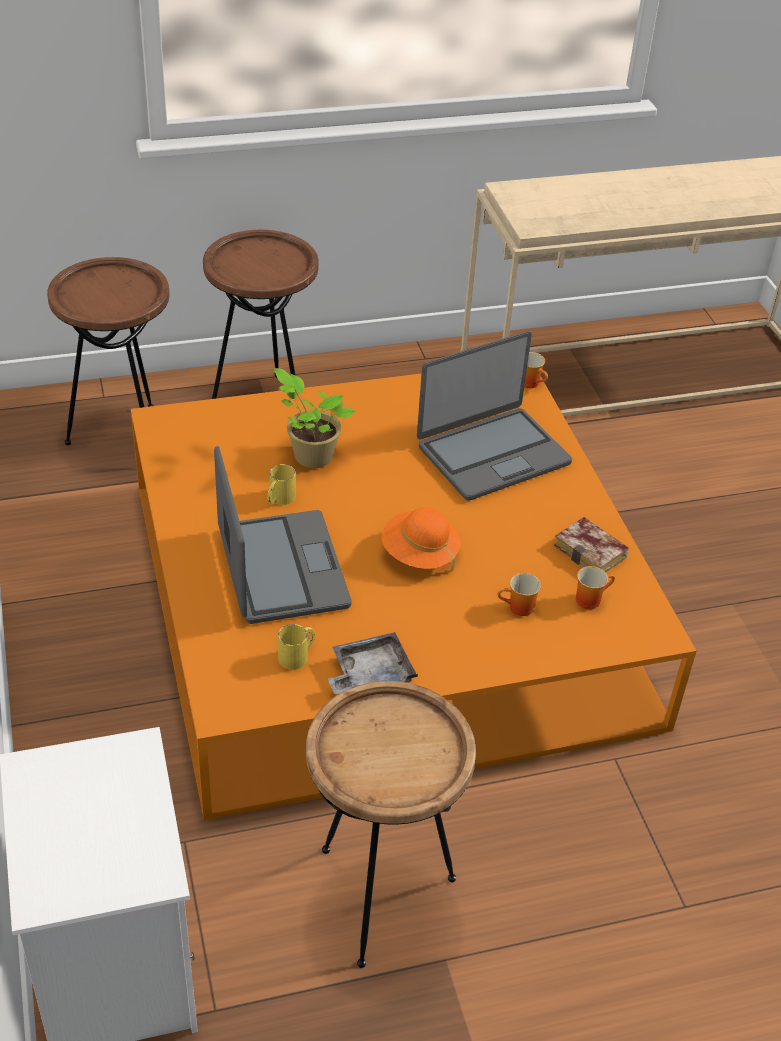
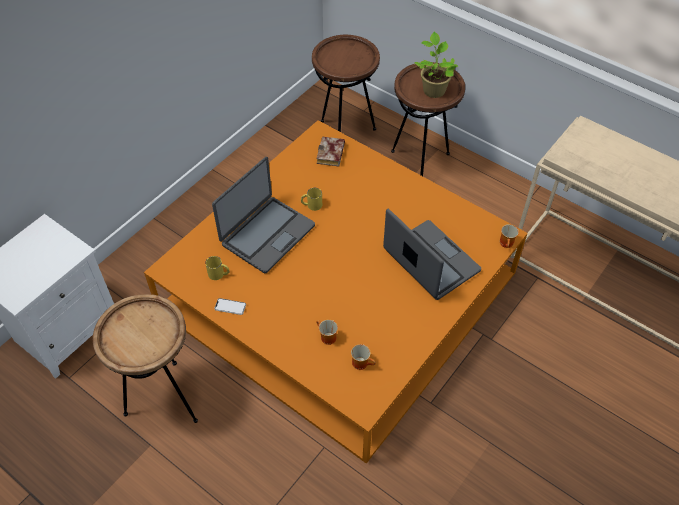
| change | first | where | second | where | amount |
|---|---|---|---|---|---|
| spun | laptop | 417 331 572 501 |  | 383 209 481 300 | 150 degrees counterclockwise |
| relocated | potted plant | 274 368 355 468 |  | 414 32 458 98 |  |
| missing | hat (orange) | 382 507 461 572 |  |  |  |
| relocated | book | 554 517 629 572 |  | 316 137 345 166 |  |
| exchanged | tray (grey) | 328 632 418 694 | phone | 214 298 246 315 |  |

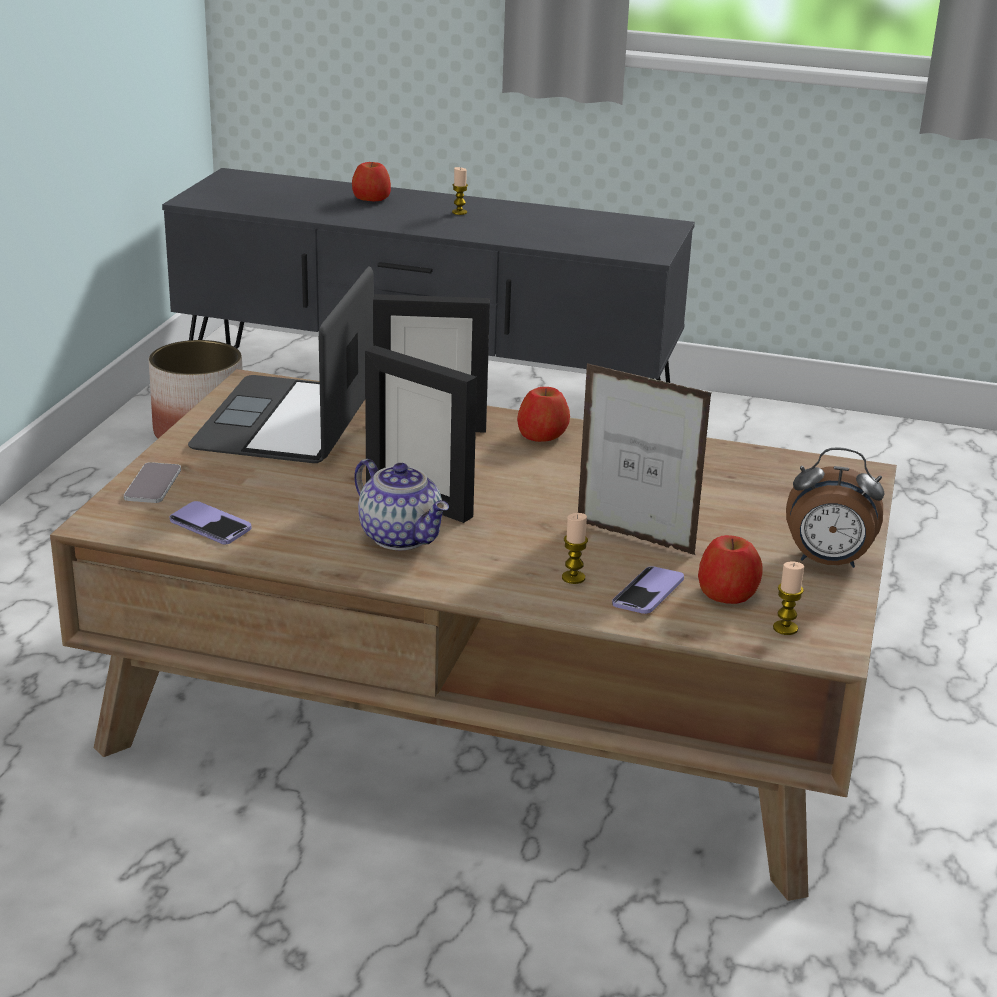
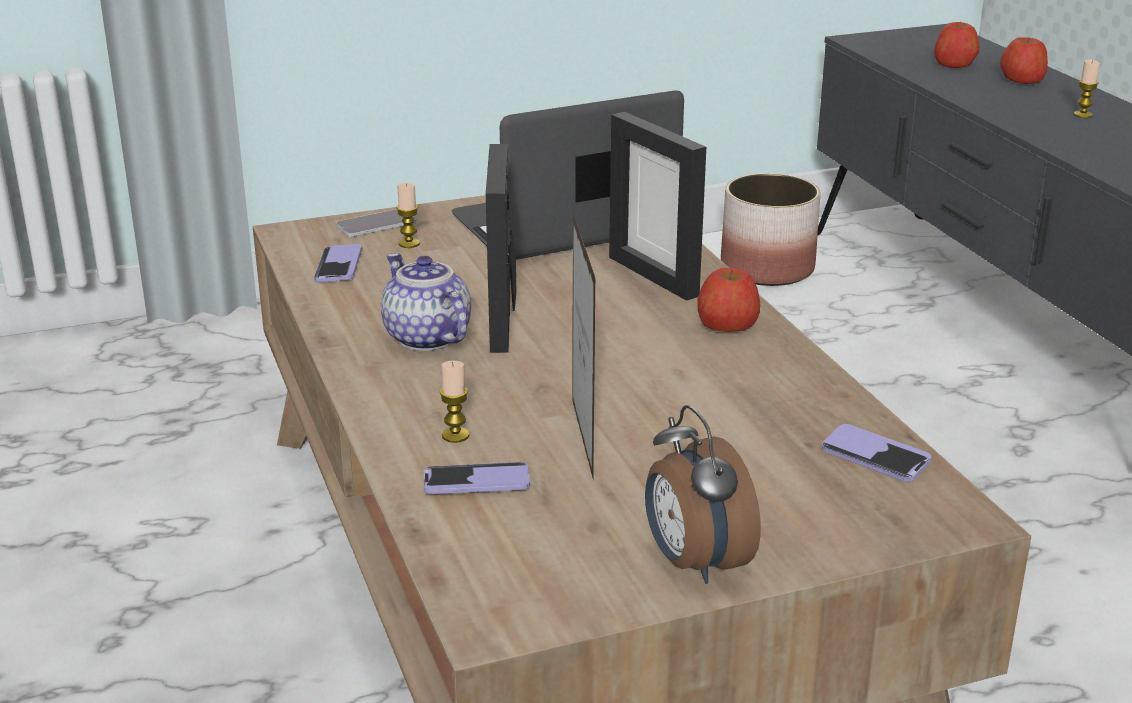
| change | first | where | second | where | amount |
|---|---|---|---|---|---|
| spun | teapot | 354 459 449 550 |  | 381 253 471 351 | 135 degrees clockwise |
| relocated | apple | 698 535 762 604 |  | 934 22 979 68 |  |
| relocated | candle | 773 562 804 635 |  | 396 183 420 248 |  |
| appeared |  |  | phone | 822 424 931 482 |  |

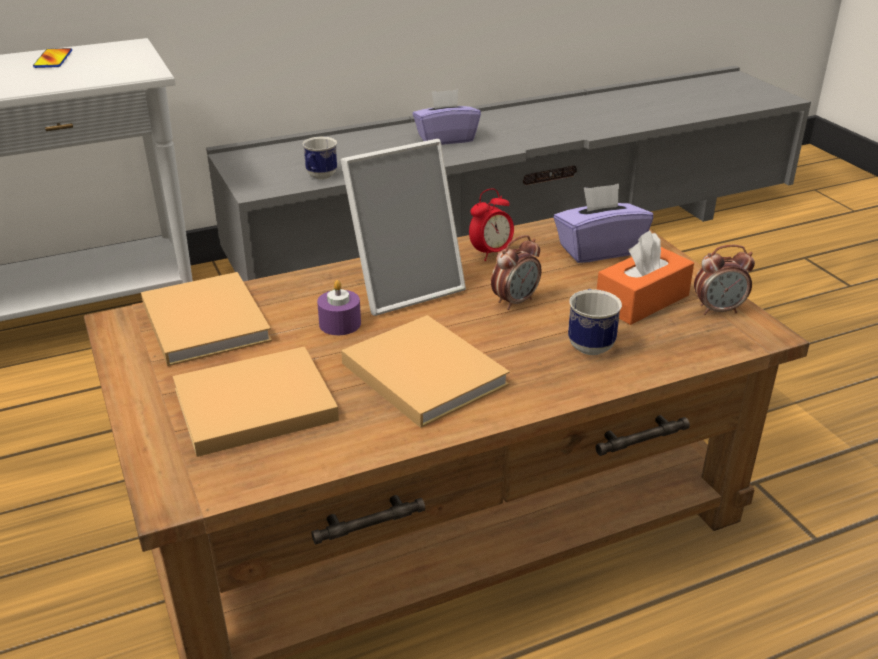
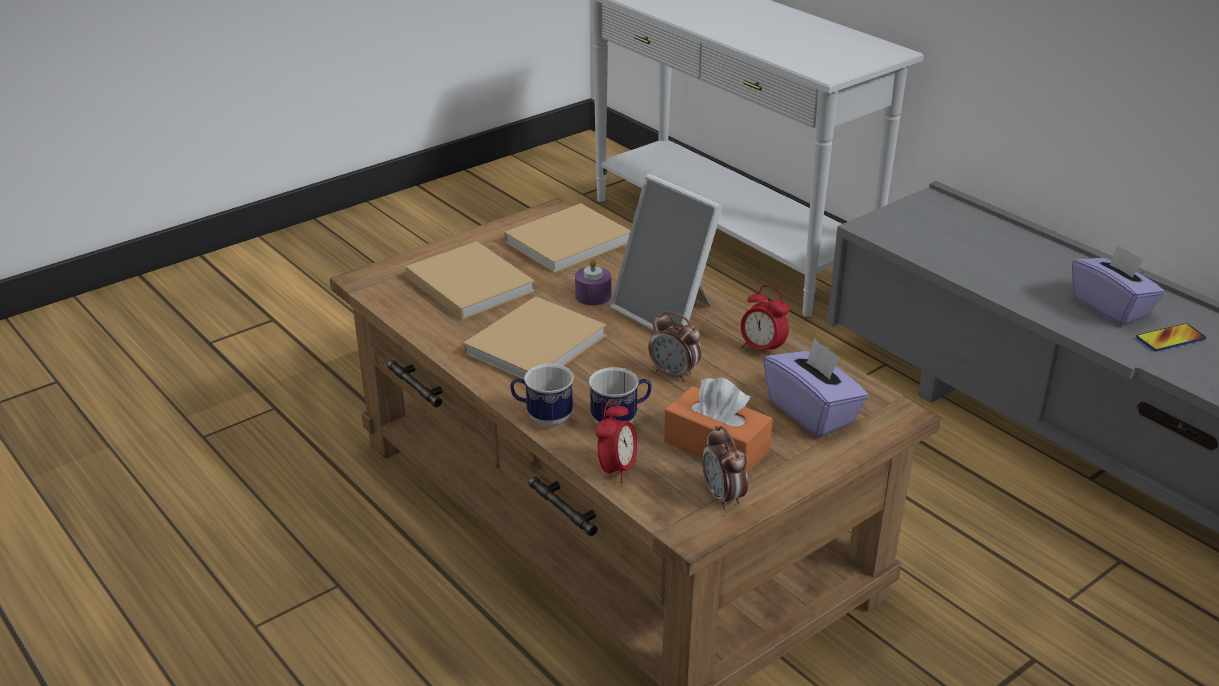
| change | first | where | second | where | amount |
|---|---|---|---|---|---|
| relocated | phone | 33 48 72 68 |  | 1136 323 1206 351 |  |
| relocated | mug | 303 137 337 179 |  | 510 364 574 427 |  |
| appeared |  |  | alarm clock | 595 400 637 483 |  |

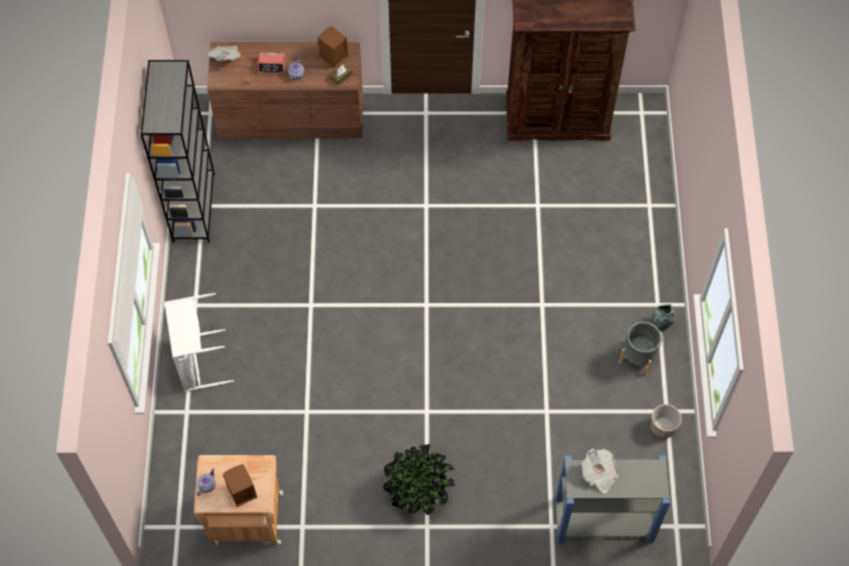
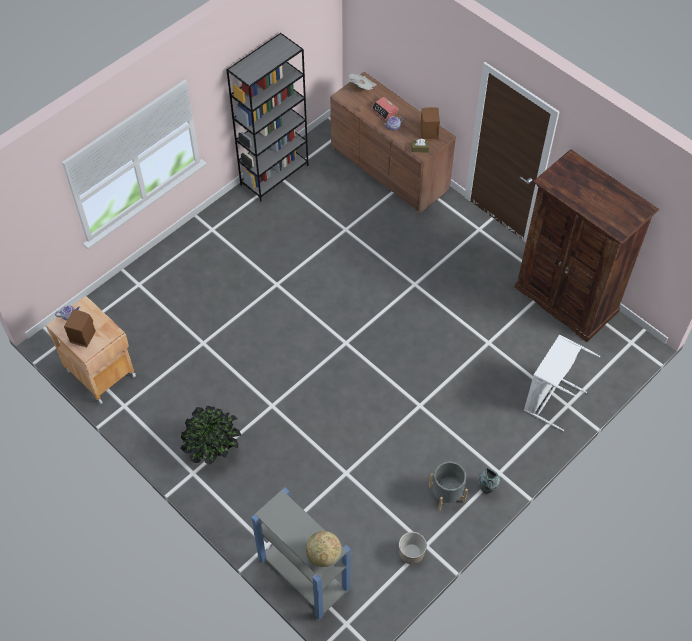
| change | first | where | second | where | amount |
|---|---|---|---|---|---|
| relocated | laundry basket (white) | 164 293 234 392 |  | 524 335 600 431 |  |
| missing | newspaper | 581 449 619 493 |  |  |  |
| appeared |  |  | globe | 306 531 341 567 |  |

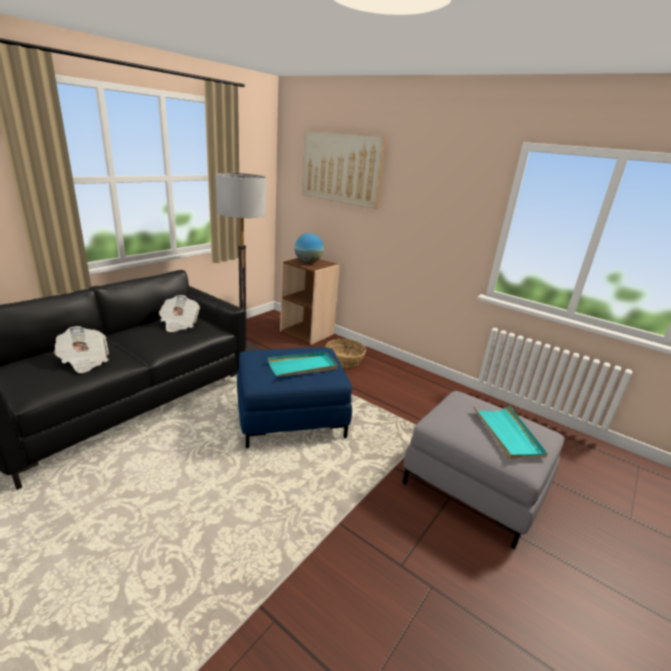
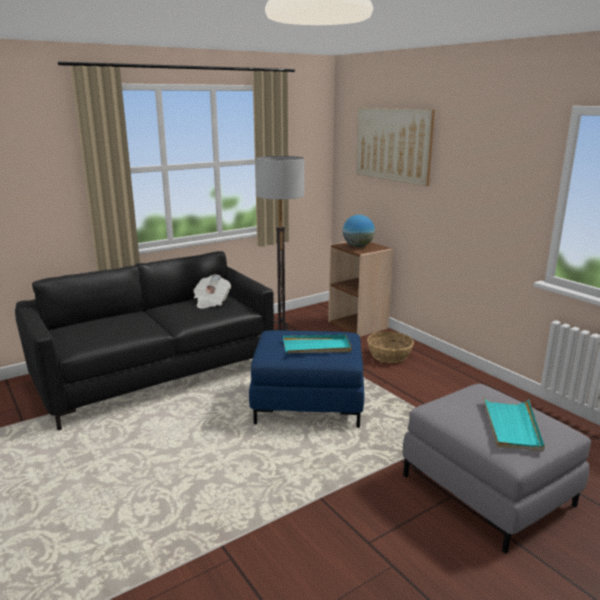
| change | first | where | second | where | amount |
|---|---|---|---|---|---|
| missing | newspaper | 54 326 109 373 |  |  |  |

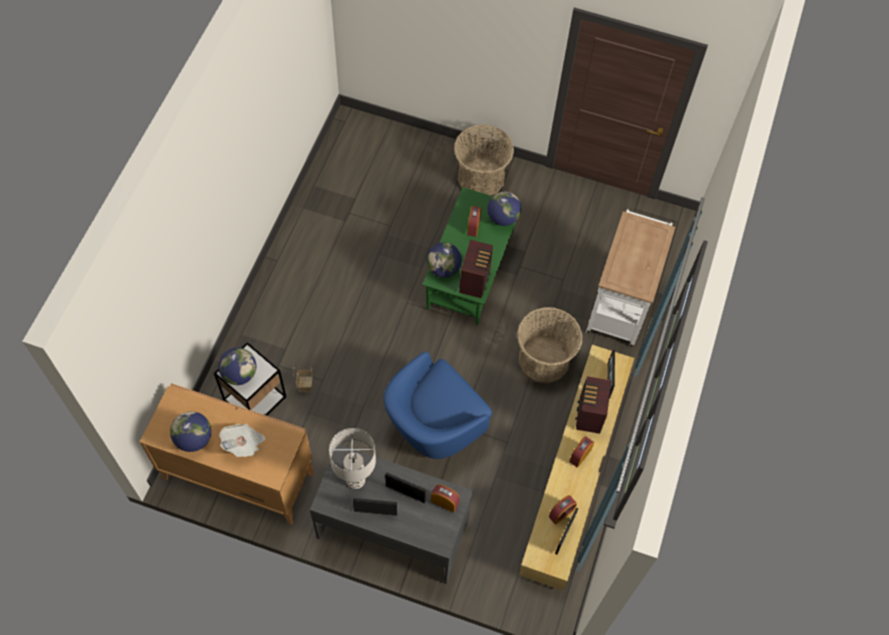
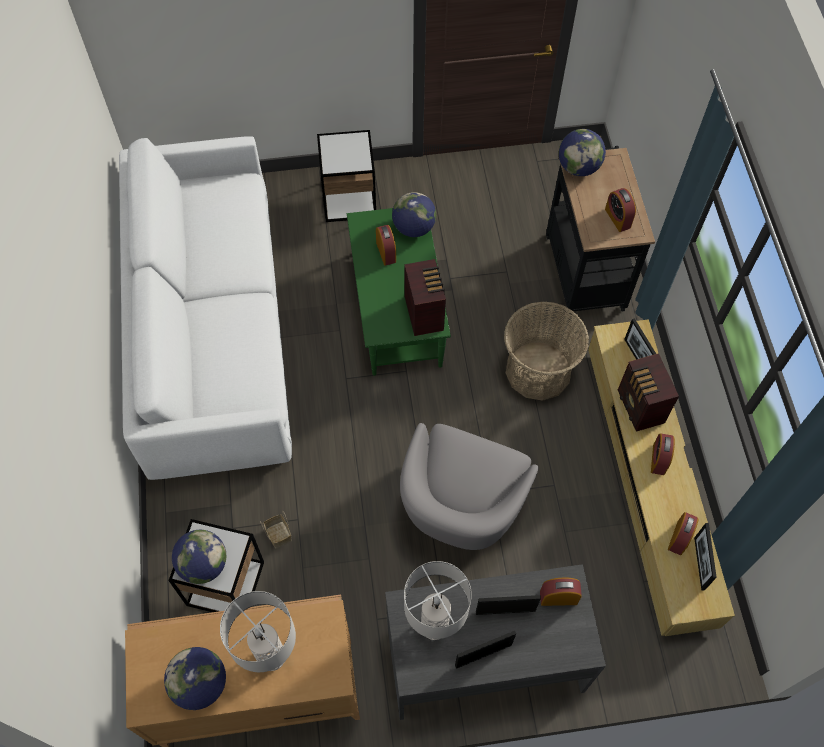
| change | first | where | second | where | amount |
|---|---|---|---|---|---|
| exchanged | basket | 454 124 514 196 | side table | 317 130 376 222 |  |
| colour | cart (white) | 586 209 675 347 | cart (black) | 546 146 655 318 |  |
| relocated | globe | 427 242 462 278 |  | 559 129 606 176 |  |
| colour | armchair (blue) | 383 351 492 459 | armchair (grey) | 400 423 539 550 |  |
| exchanged | newspaper | 219 423 266 457 | table lamp (white) | 220 591 296 672 |  |
| appeared |  |  | sofa (white) | 119 136 292 480 |  |
| appeared |  |  | alarm clock | 605 188 636 232 |  |

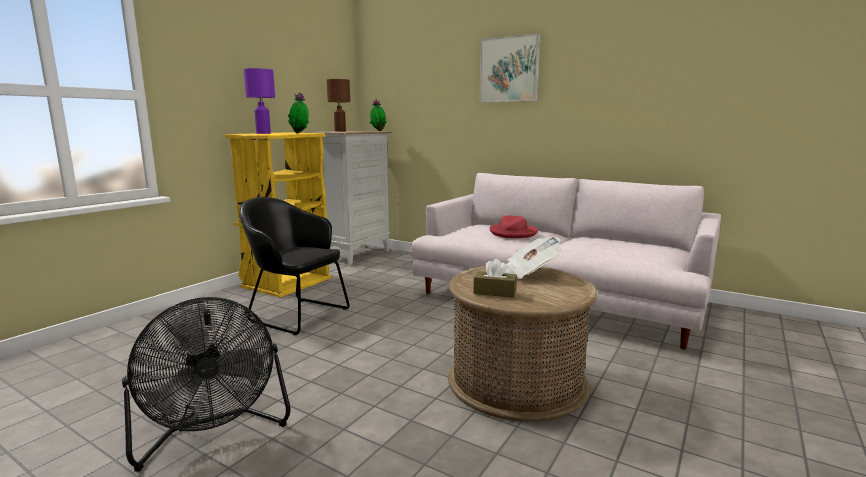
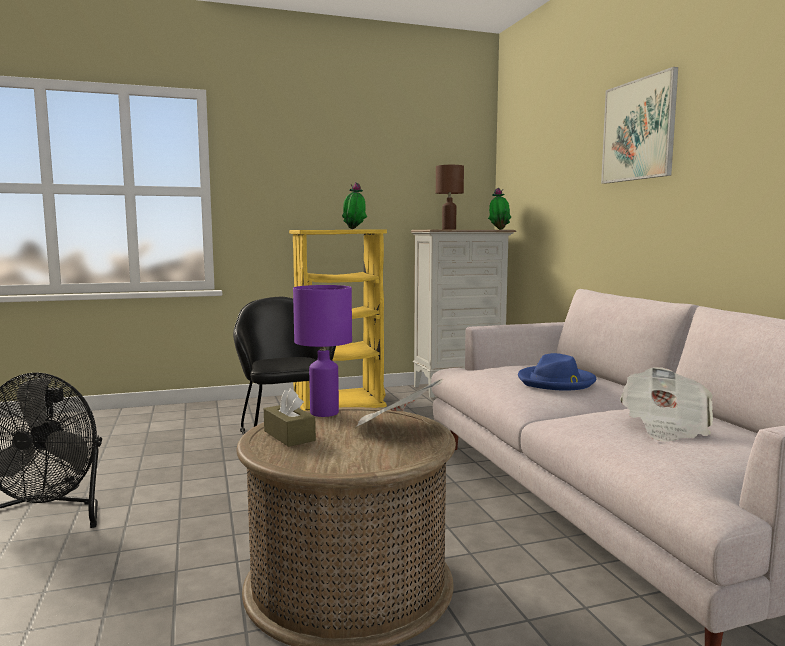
| change | first | where | second | where | amount |
|---|---|---|---|---|---|
| relocated | table lamp (purple) | 244 68 275 134 |  | 293 285 352 417 |  |
| colour | hat (red) | 490 216 538 238 | hat (blue) | 518 353 596 390 |  |
| appeared |  |  | newspaper | 620 367 713 442 |  |

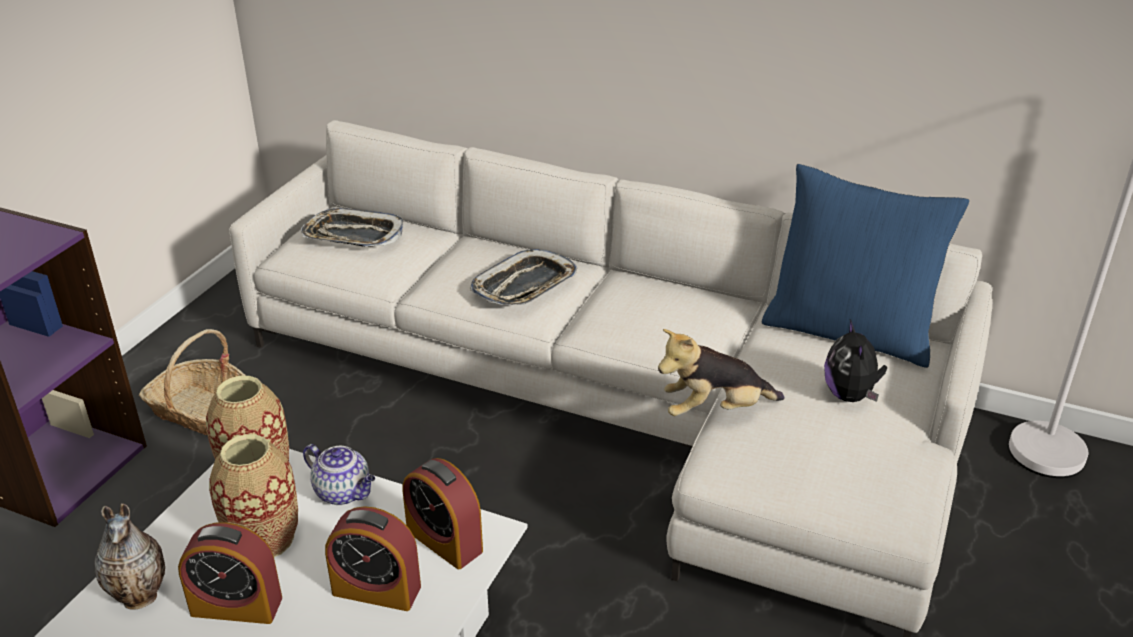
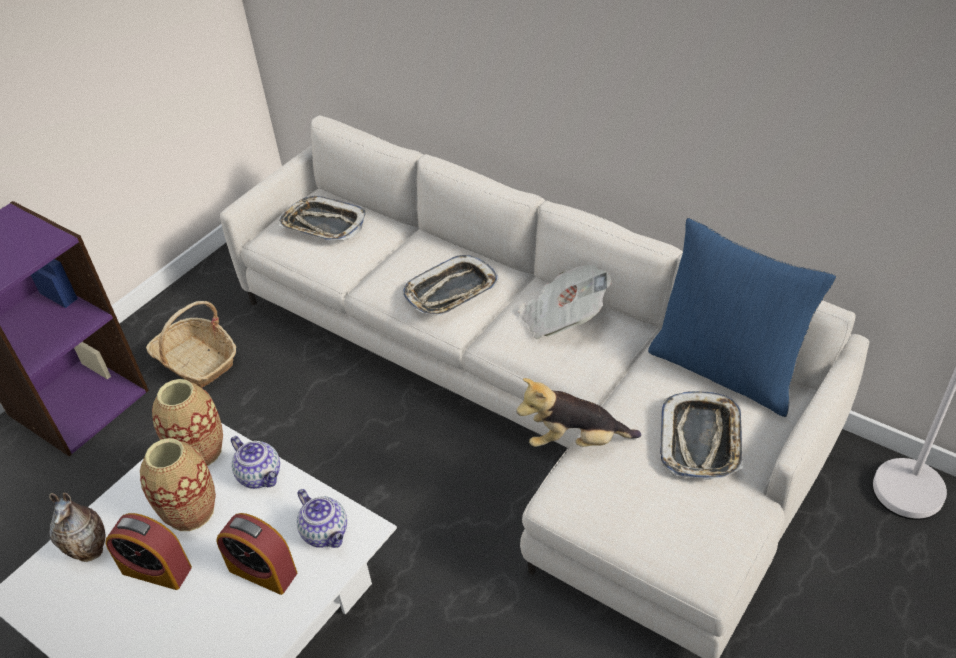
| change | first | where | second | where | amount |
|---|---|---|---|---|---|
| exchanged | plush toy | 824 319 887 402 | tray | 660 391 743 480 |  |
| exchanged | alarm clock | 403 458 483 569 | teapot | 297 489 347 548 |  |
| appeared |  |  | newspaper | 518 264 612 339 |  |

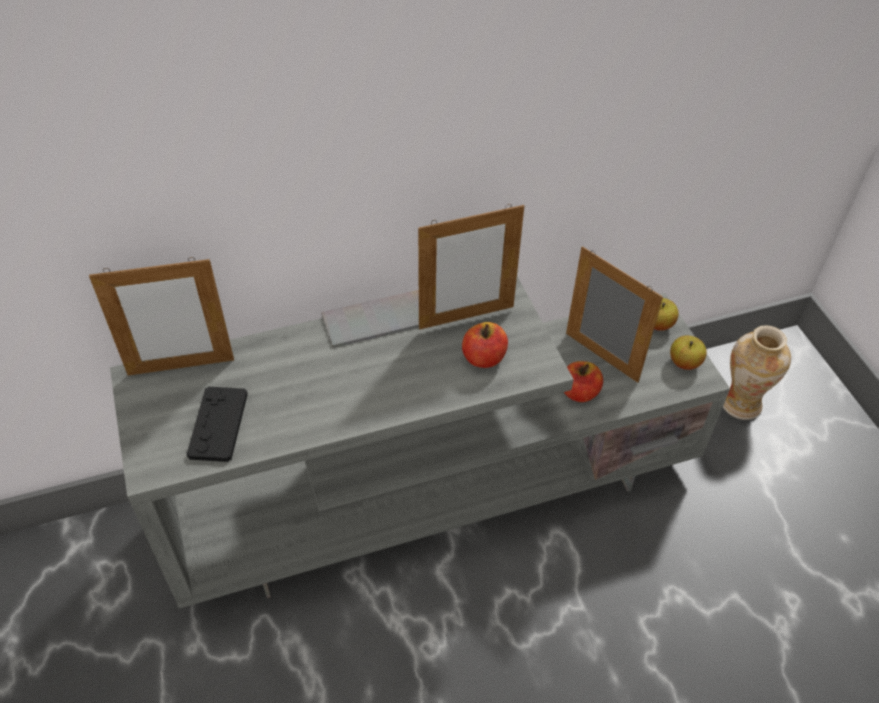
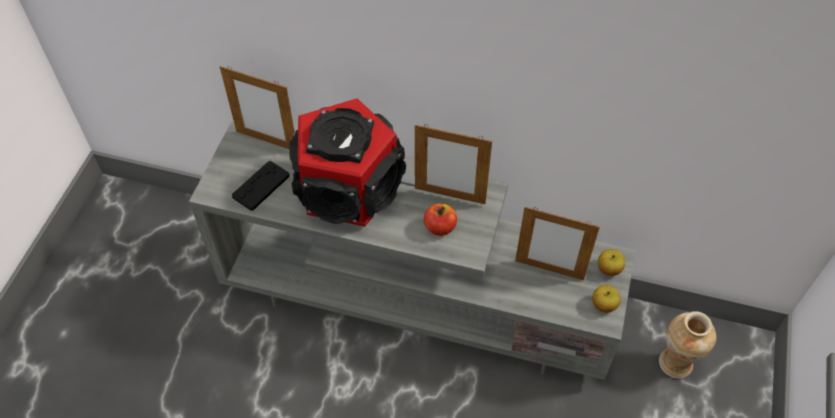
| change | first | where | second | where | amount |
|---|---|---|---|---|---|
| spun | picture frame | 566 246 663 383 |  | 515 207 600 280 | 120 degrees clockwise |
| missing | apple | 564 361 603 402 |  |  |  |
| appeared |  |  | speaker | 290 98 406 227 |  |

